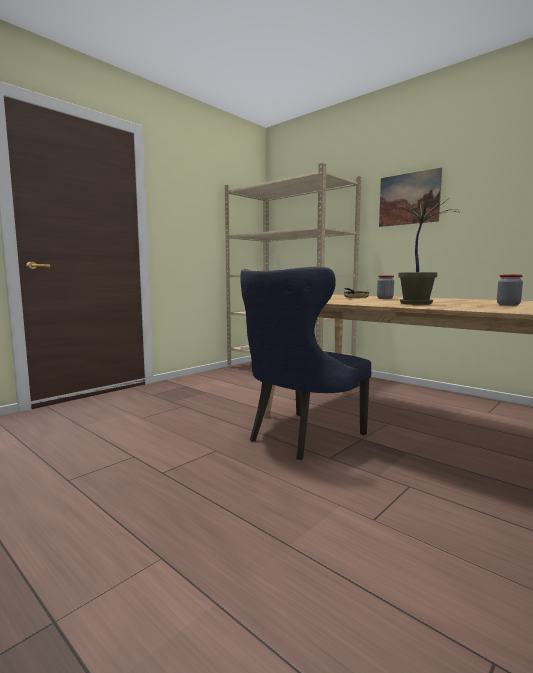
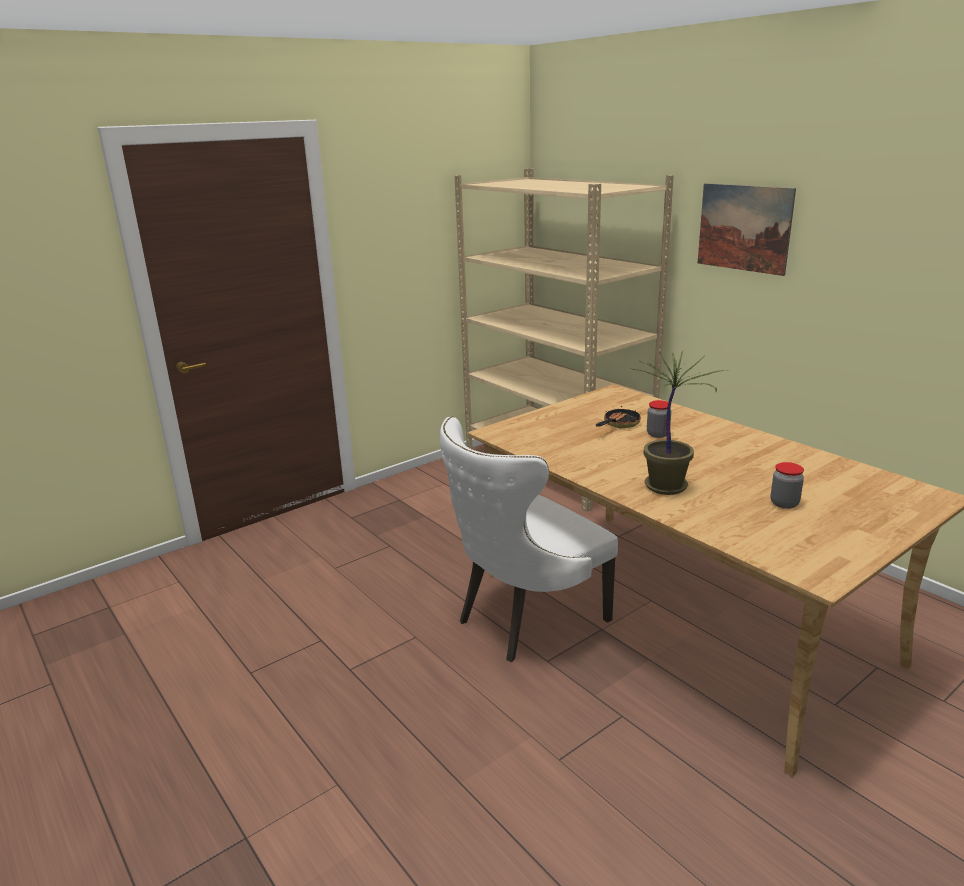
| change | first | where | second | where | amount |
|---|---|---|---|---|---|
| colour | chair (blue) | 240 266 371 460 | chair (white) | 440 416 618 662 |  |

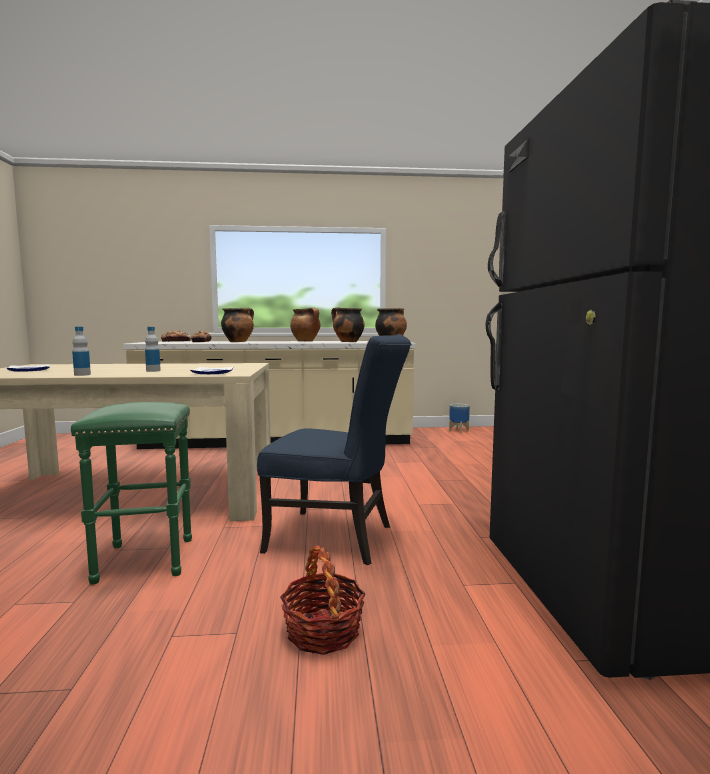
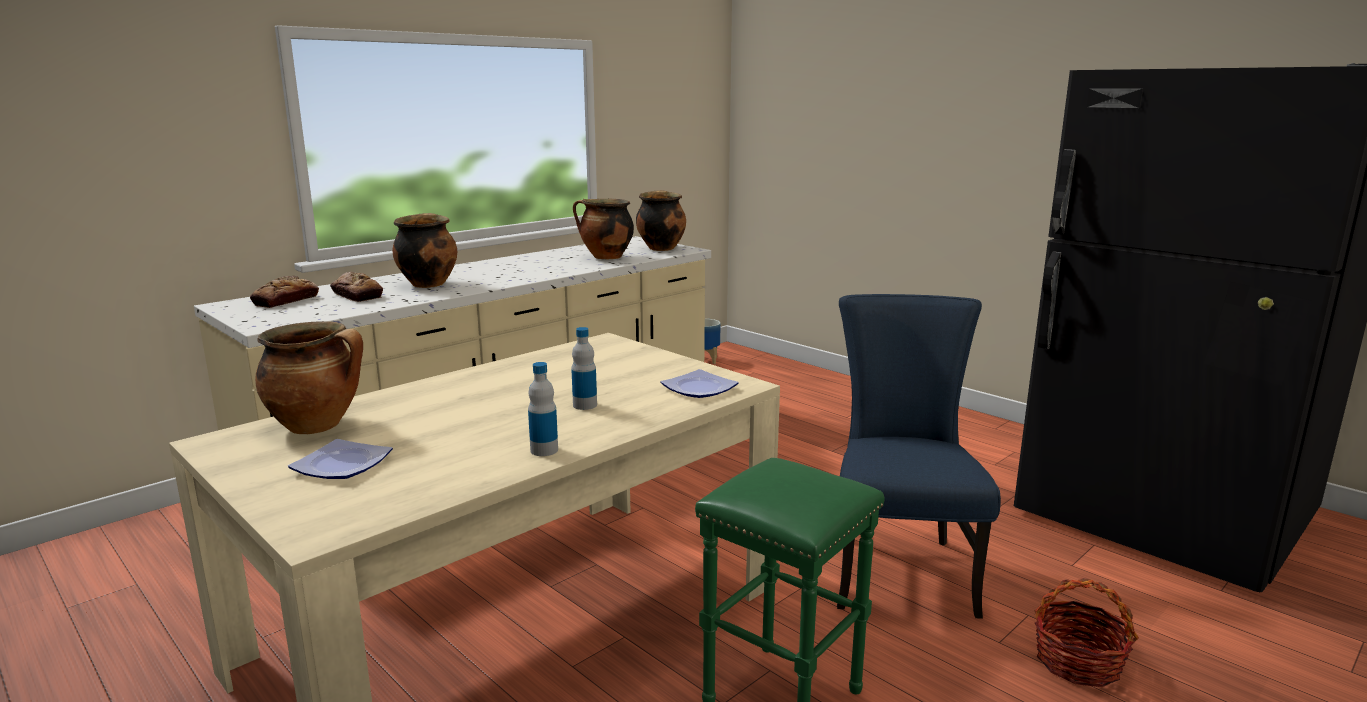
| change | first | where | second | where | amount |
|---|---|---|---|---|---|
| relocated | cooking pot | 290 308 321 341 |  | 255 321 363 434 |  |
| spun | chair (blue) | 257 334 412 565 |  | 837 294 1001 619 | 60 degrees counterclockwise |

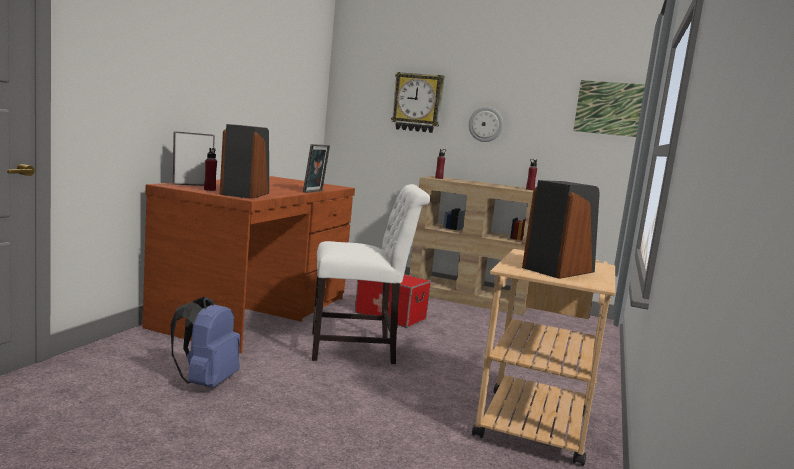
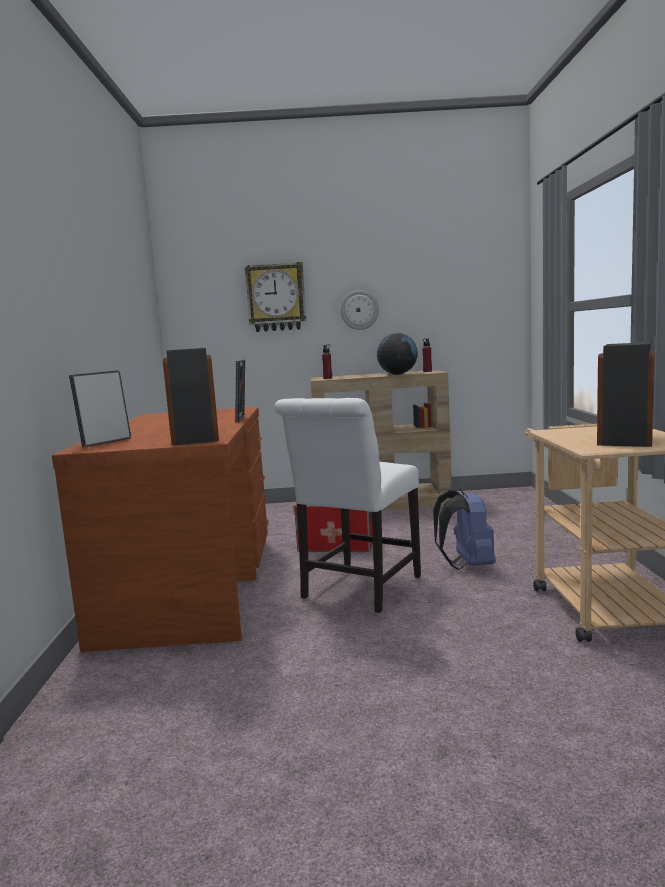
| change | first | where | second | where | amount |
|---|---|---|---|---|---|
| missing | picture | 573 80 645 137 |  |  |  |
| missing | bottle (red) | 204 148 217 191 |  |  |  |
| spun | chair (white) | 312 184 430 364 |  | 275 398 421 613 | 150 degrees clockwise |
| relocated | backpack (blue) | 171 297 240 388 |  | 433 489 496 570 |  |
| appeared |  |  | globe | 377 333 418 375 |  |

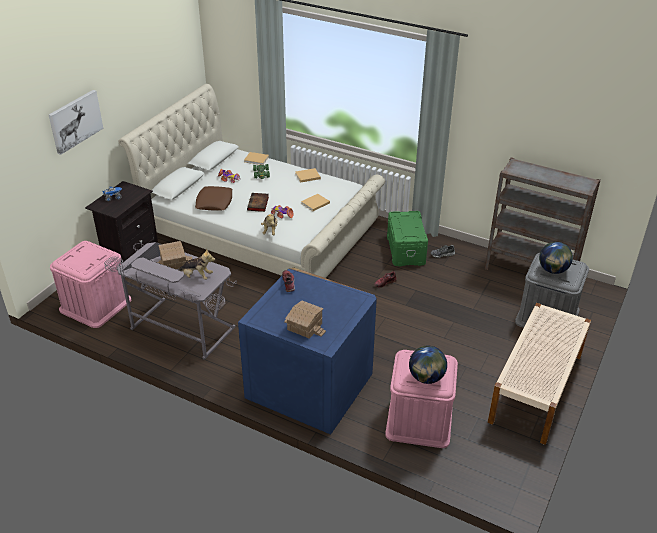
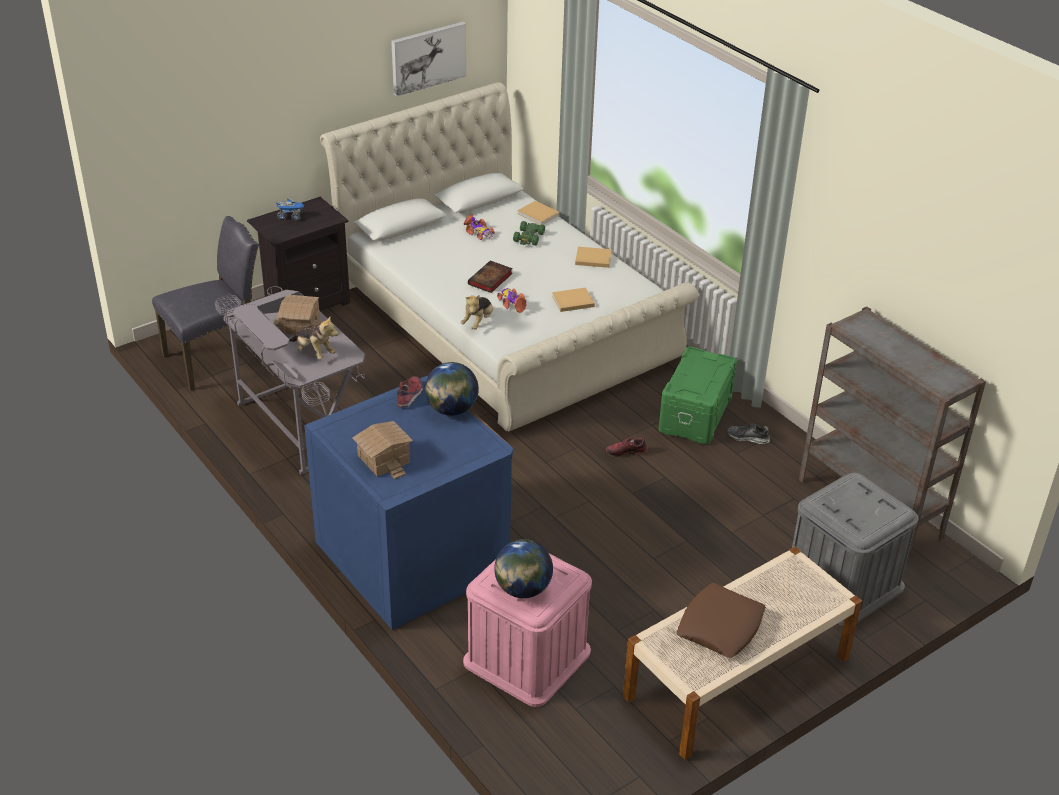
| change | first | where | second | where | amount |
|---|---|---|---|---|---|
| relocated | picture | 49 90 103 155 |  | 391 22 466 97 |  |
| relocated | pillow (brown) | 195 186 232 211 |  | 677 583 766 658 |  |
| exchanged | storage box (pink) | 50 241 131 328 | chair (grey) | 152 216 262 391 |  |
| relocated | globe | 539 242 573 274 |  | 425 362 479 416 |  |

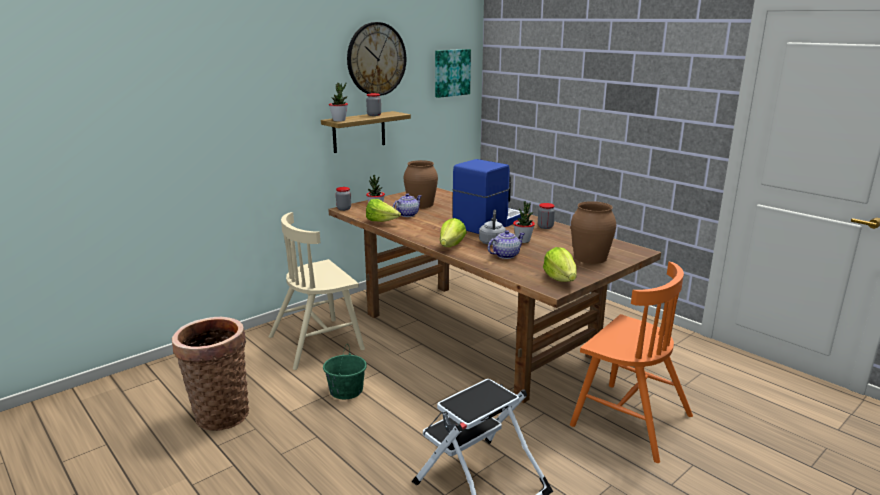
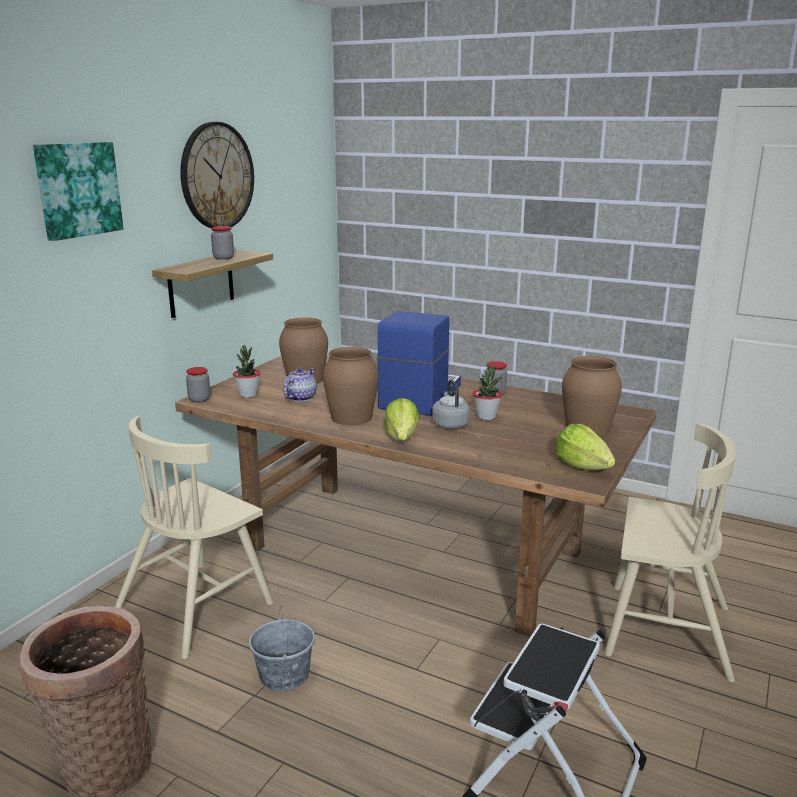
| change | first | where | second | where | amount |
|---|---|---|---|---|---|
| relocated | picture | 435 49 471 98 |  | 33 142 124 241 |  |
| missing | potted plant | 329 83 348 122 |  |  |  |
| missing | lettuce | 366 199 401 222 |  |  |  |
| missing | teapot | 488 230 525 259 |  |  |  |
| colour | chair (orange) | 570 261 693 463 | chair (beige) | 604 423 736 682 |  |
| colour | bucket (green) | 323 345 367 399 | bucket (grey) | 249 606 315 691 |  |
| appeared |  |  | vase (brown) | 323 347 379 425 |  |

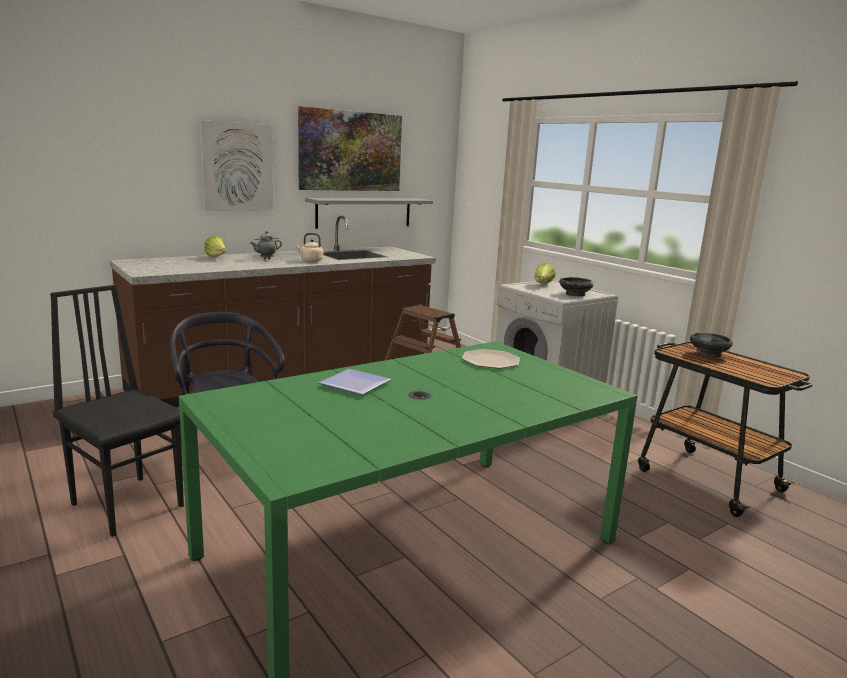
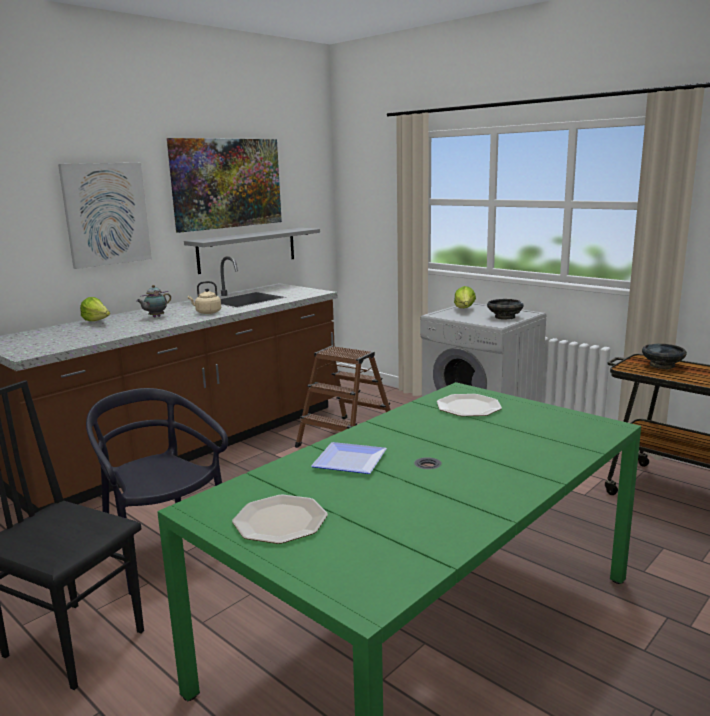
| change | first | where | second | where | amount |
|---|---|---|---|---|---|
| appeared |  |  | plate | 232 494 328 544 |  |

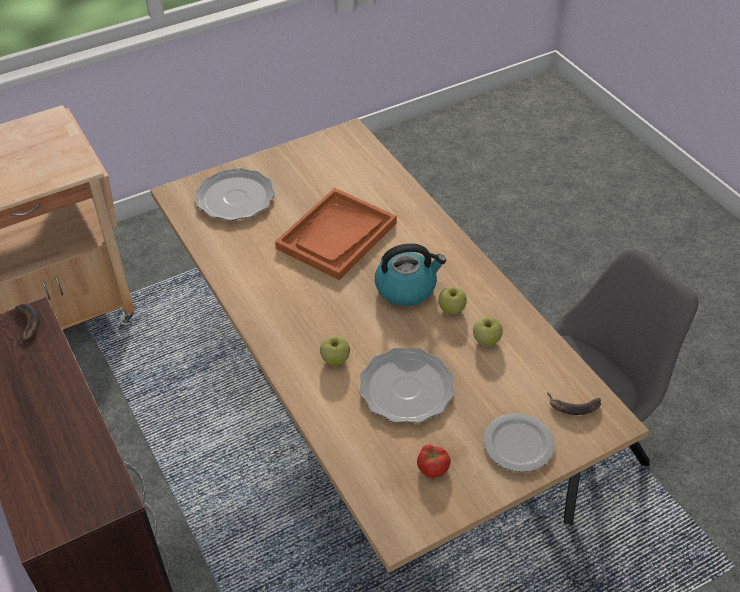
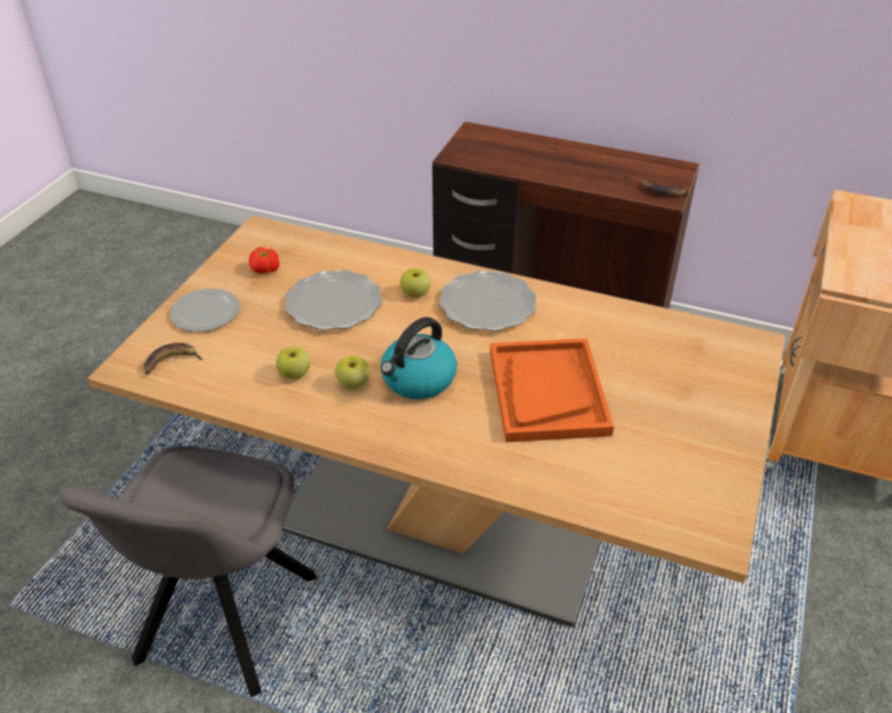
| change | first | where | second | where | amount |
|---|---|---|---|---|---|
| relocated | plate | 195 168 275 221 |  | 439 270 537 331 |  |

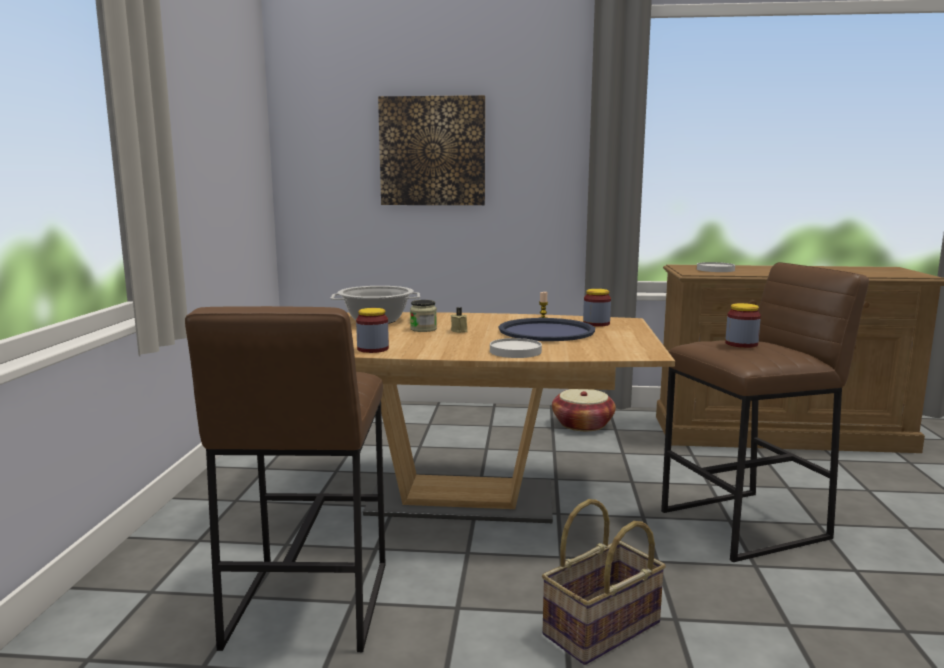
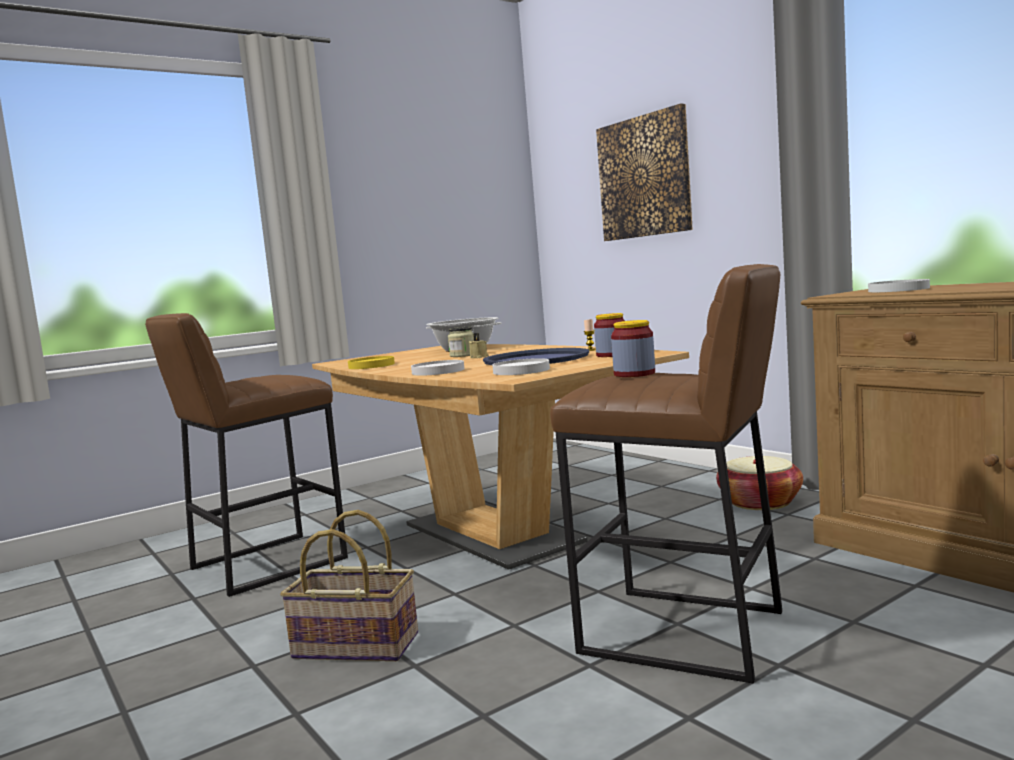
| change | first | where | second | where | amount |
|---|---|---|---|---|---|
| exchanged | jar | 356 308 389 353 | plate (yellow) | 348 356 395 369 |  |
| appeared |  |  | plate (white) | 492 358 550 375 |  |

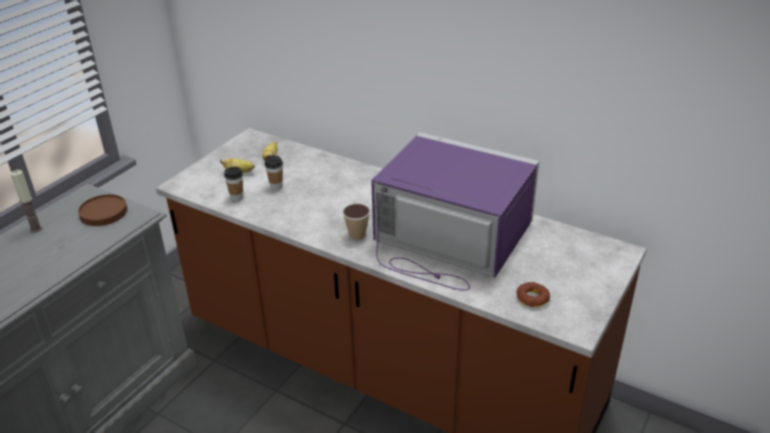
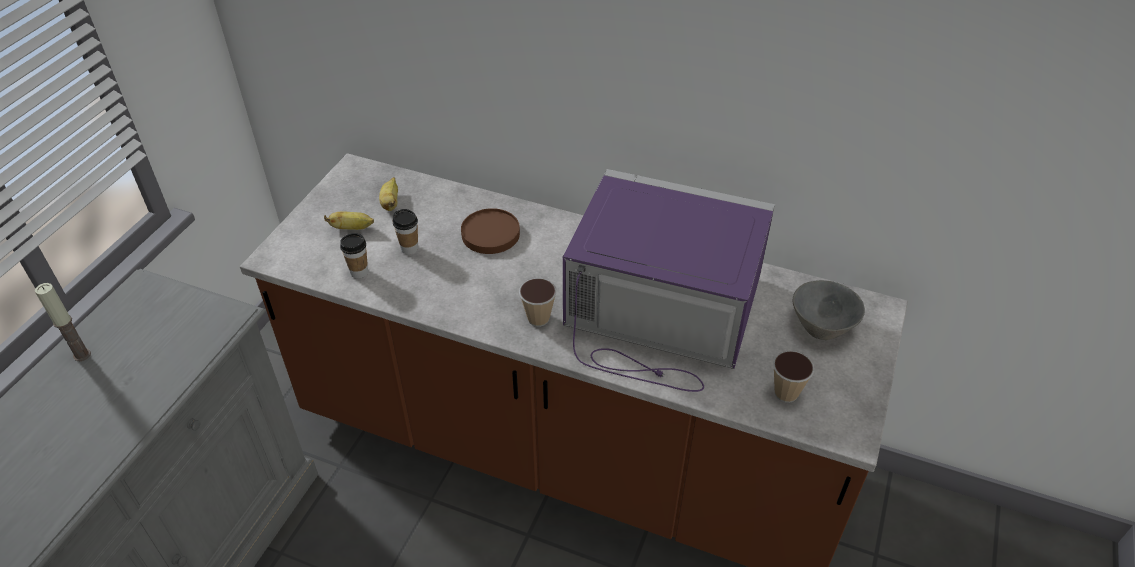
| change | first | where | second | where | amount |
|---|---|---|---|---|---|
| relocated | plate (brown) | 78 194 127 226 |  | 461 208 520 254 |  |
| exchanged | donut | 517 282 550 307 | cup | 773 351 814 403 |  |
| appeared |  |  | bowl (grey) | 793 280 865 340 |  |

